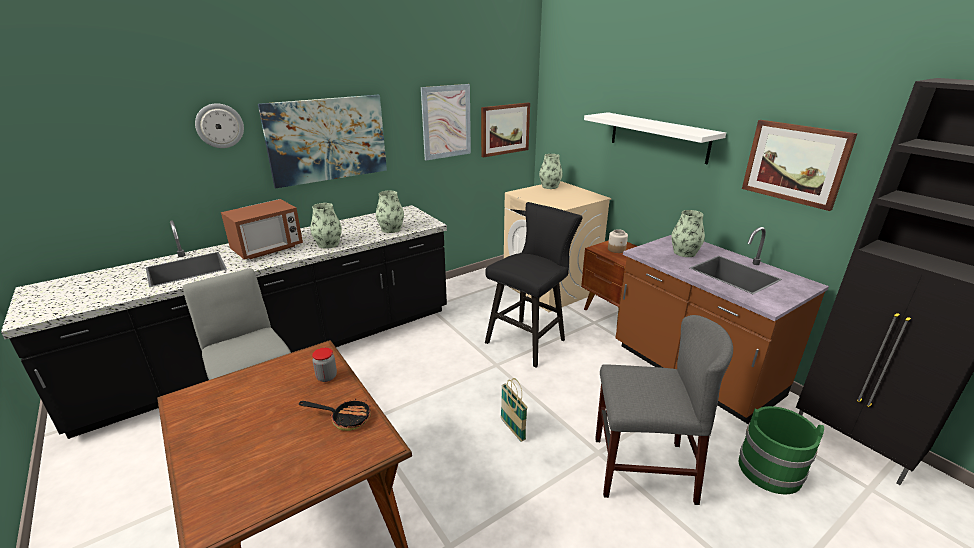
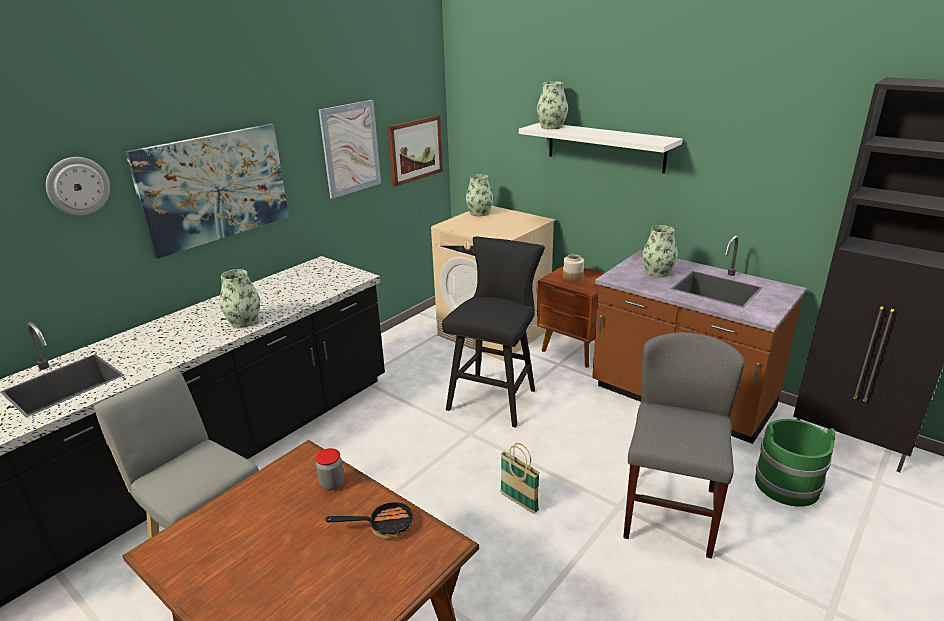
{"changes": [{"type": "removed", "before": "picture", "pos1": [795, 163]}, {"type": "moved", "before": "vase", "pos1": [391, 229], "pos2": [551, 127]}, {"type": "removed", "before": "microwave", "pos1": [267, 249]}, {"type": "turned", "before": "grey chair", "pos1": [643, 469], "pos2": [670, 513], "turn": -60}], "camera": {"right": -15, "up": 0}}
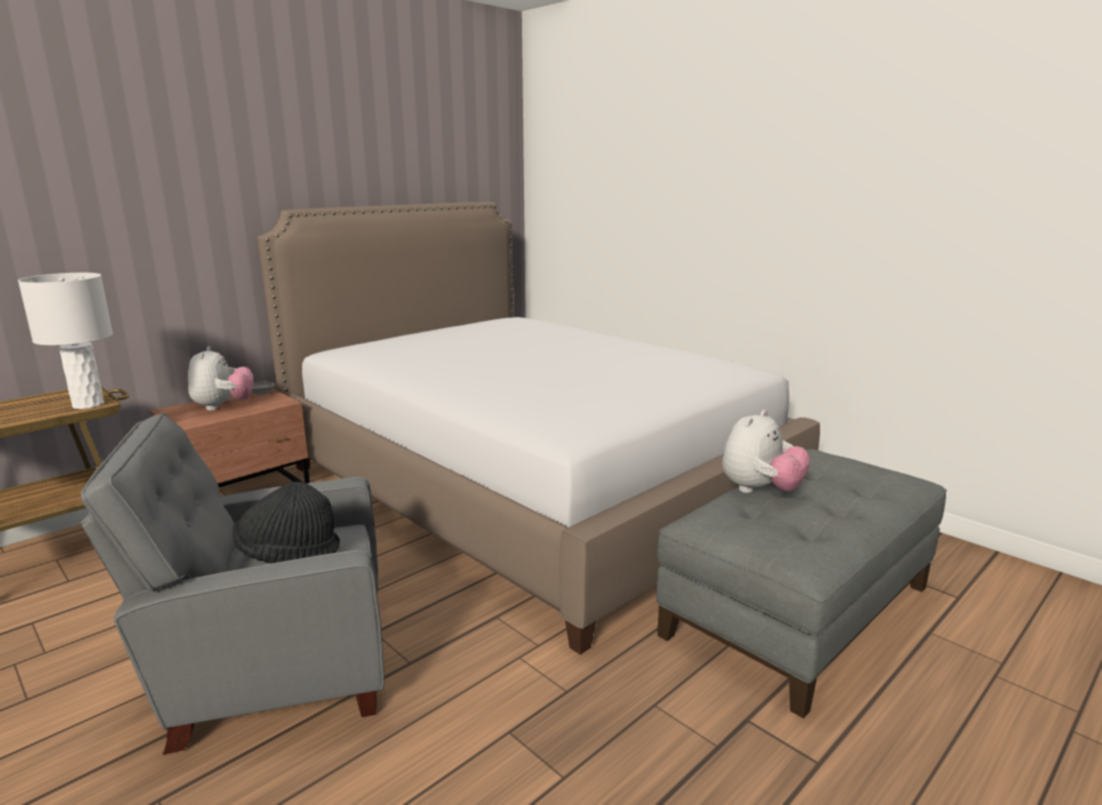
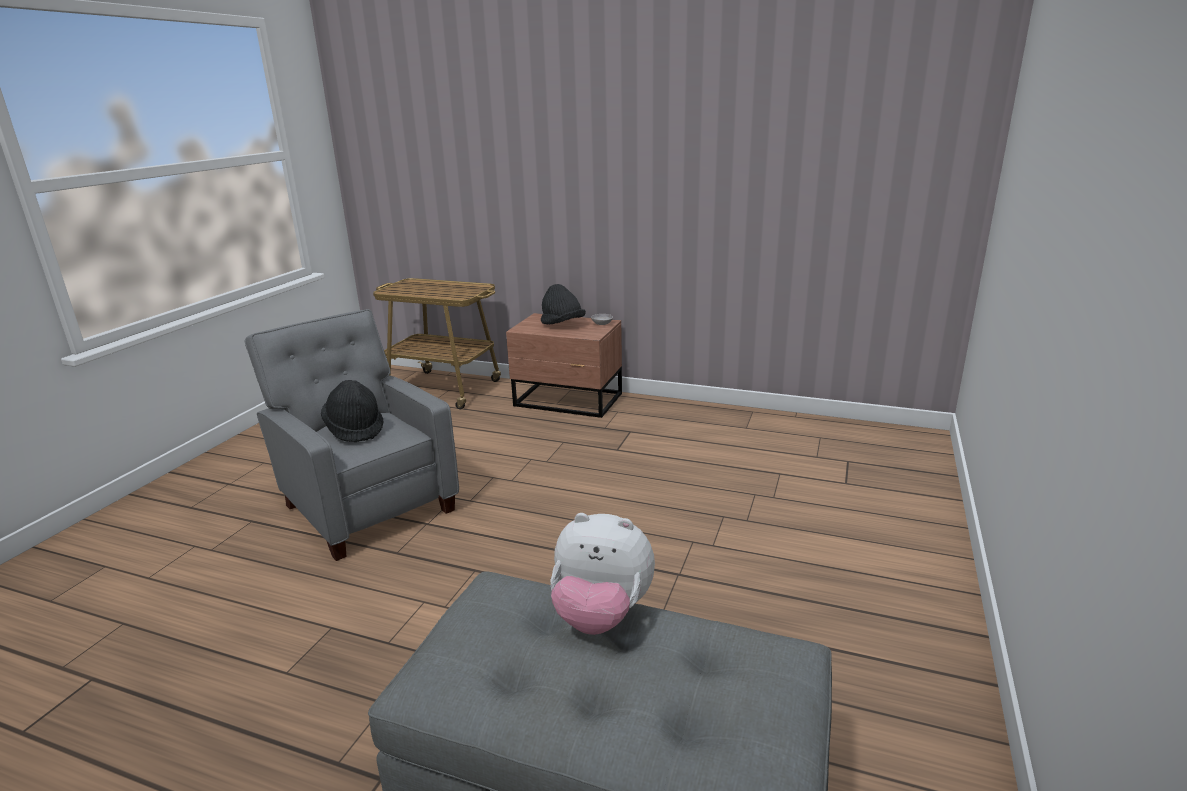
{"changes": [{"type": "removed", "before": "bed", "pos1": [530, 487]}, {"type": "removed", "before": "white table lamp", "pos1": [88, 405]}, {"type": "replaced", "before": "plush toy", "after": "black hat", "pos1": [223, 406], "pos2": [562, 325]}], "camera": {"right": 65, "up": 5}}
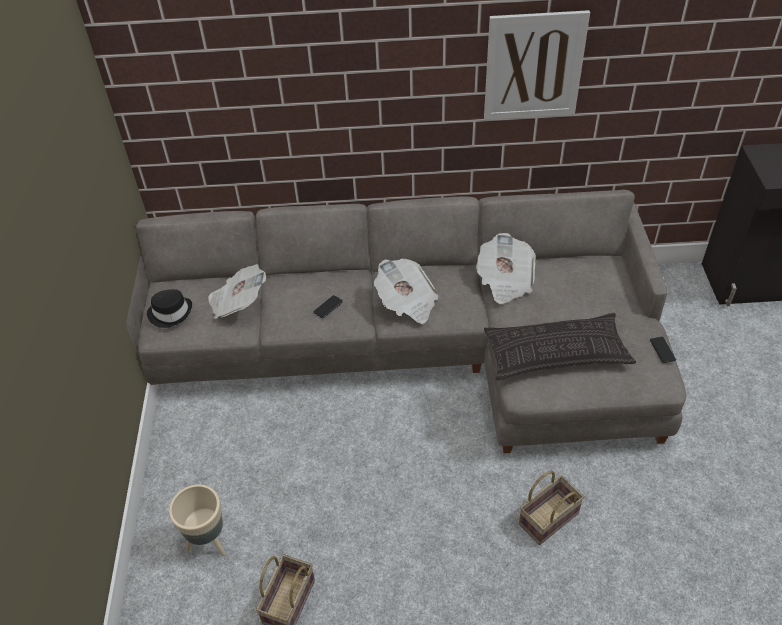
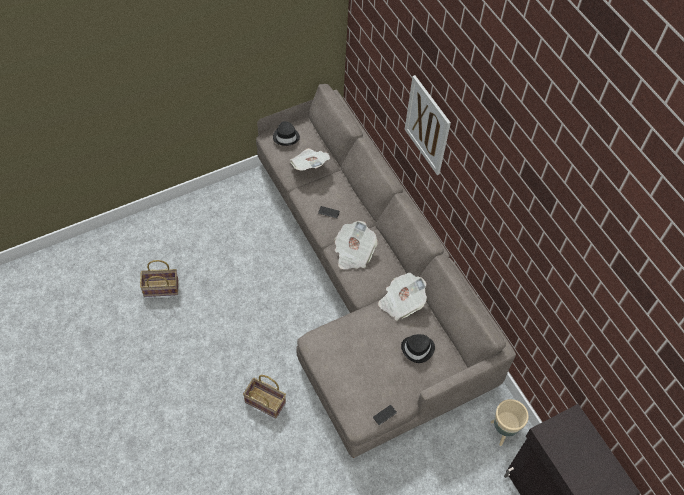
{"changes": [{"type": "moved", "before": "picture", "pos1": [533, 66], "pos2": [427, 125]}, {"type": "removed", "before": "pillow", "pos1": [556, 353]}, {"type": "moved", "before": "beige planter", "pos1": [208, 542], "pos2": [502, 431]}, {"type": "added", "after": "black hat", "pos2": [418, 349]}], "camera": {"right": 60, "up": 10}}
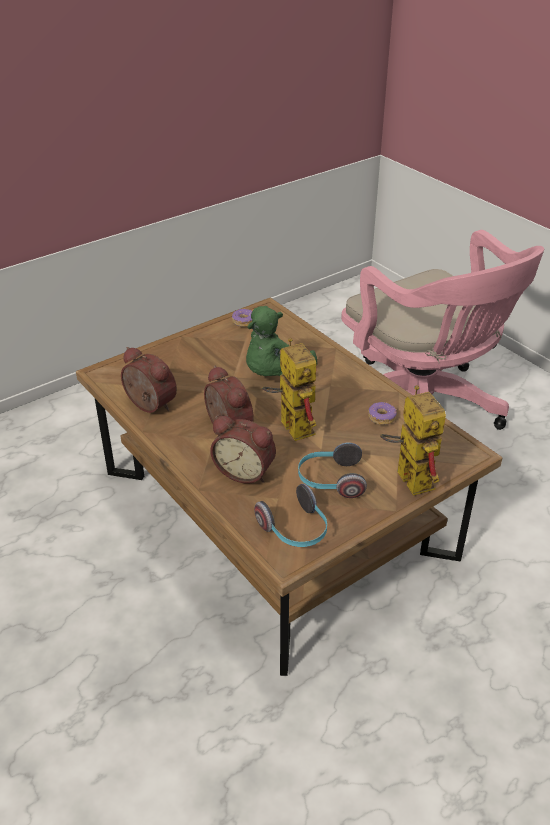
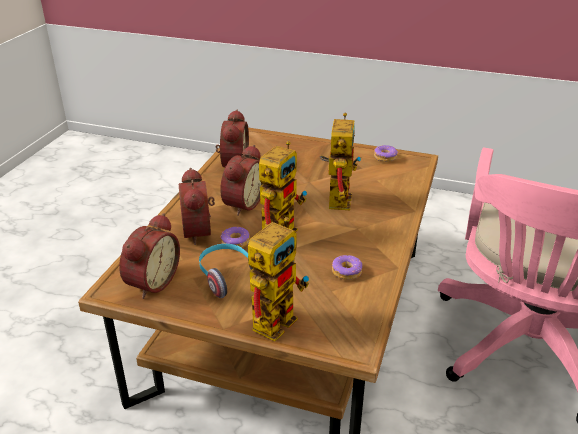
{"changes": [{"type": "replaced", "before": "green plush toy", "after": "toy robot", "pos1": [274, 374], "pos2": [337, 197]}, {"type": "replaced", "before": "headphones", "after": "alarm clock", "pos1": [295, 530], "pos2": [150, 282]}, {"type": "added", "after": "donut", "pos2": [235, 242]}], "camera": {"right": 55, "up": -5}}
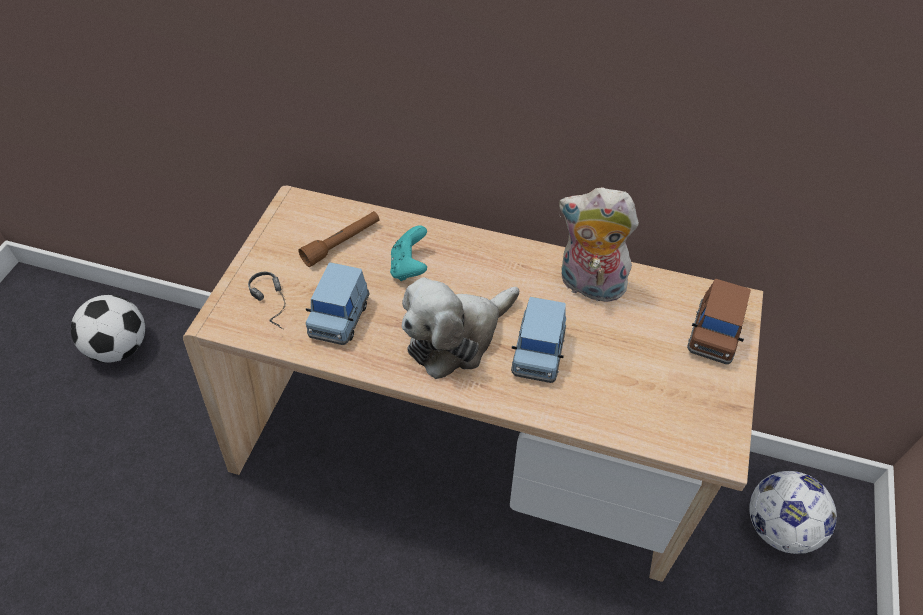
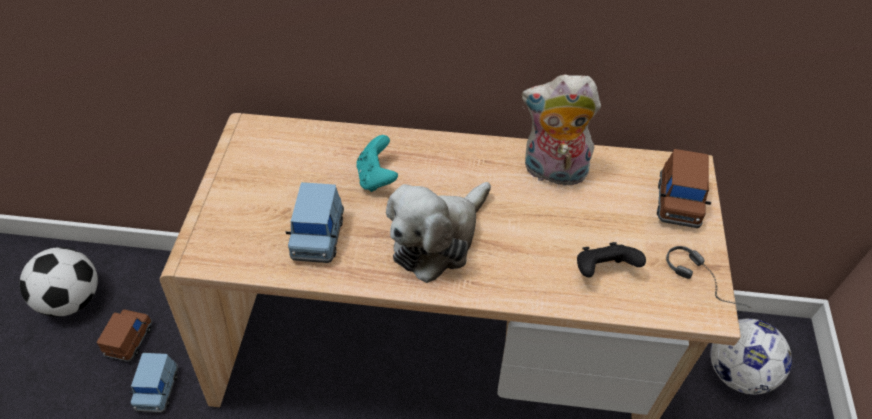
{"changes": [{"type": "removed", "before": "brown flashlight", "pos1": [342, 243]}, {"type": "moved", "before": "headphones", "pos1": [277, 306], "pos2": [707, 282]}, {"type": "moved", "before": "blue toy car", "pos1": [538, 353], "pos2": [158, 389]}, {"type": "added", "after": "black game controller", "pos2": [603, 270]}, {"type": "added", "after": "brown toy car", "pos2": [130, 340]}], "camera": {"right": -10, "up": 0}}
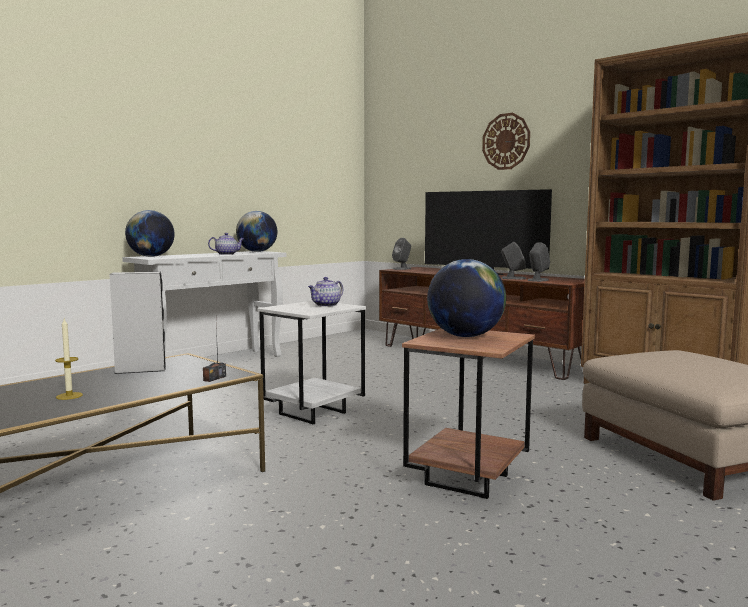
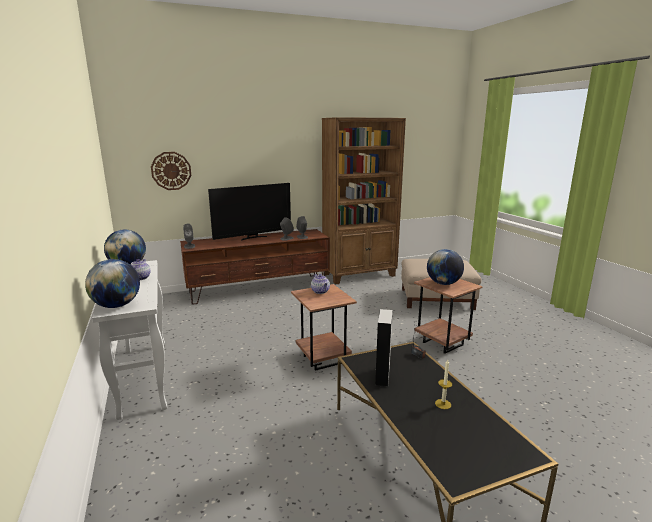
{"changes": [{"type": "moved", "before": "wall clock", "pos1": [506, 141], "pos2": [171, 171]}, {"type": "recoloured", "before": "white side table", "after": "brown side table", "pos1": [314, 414], "pos2": [324, 359]}], "camera": {"right": -65, "up": 10}}
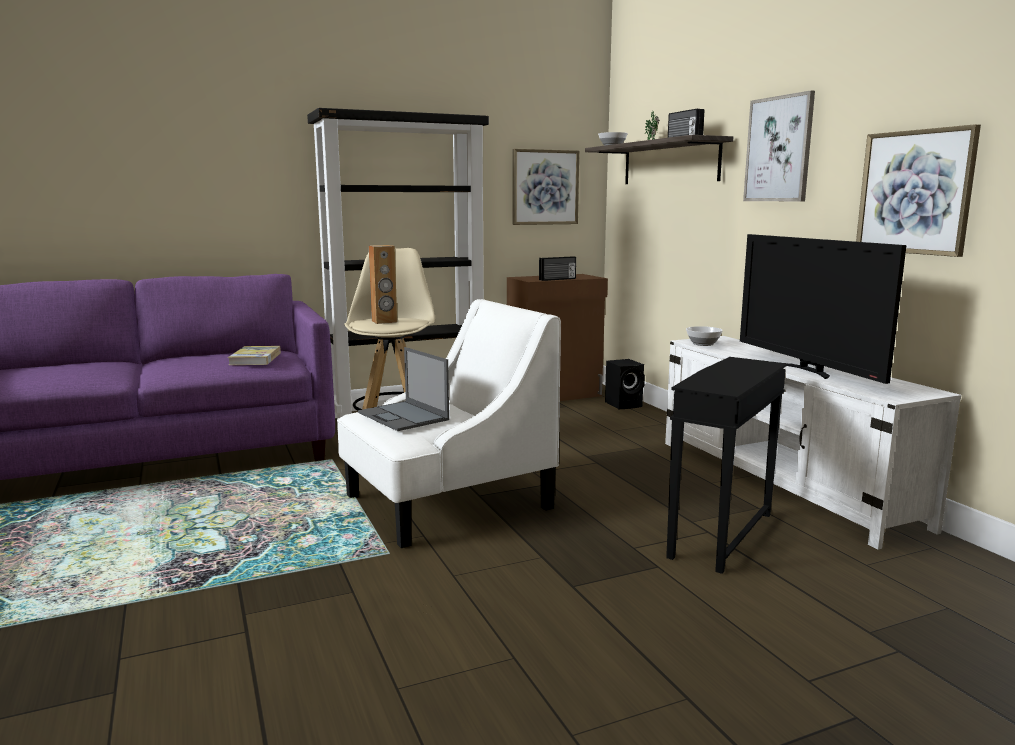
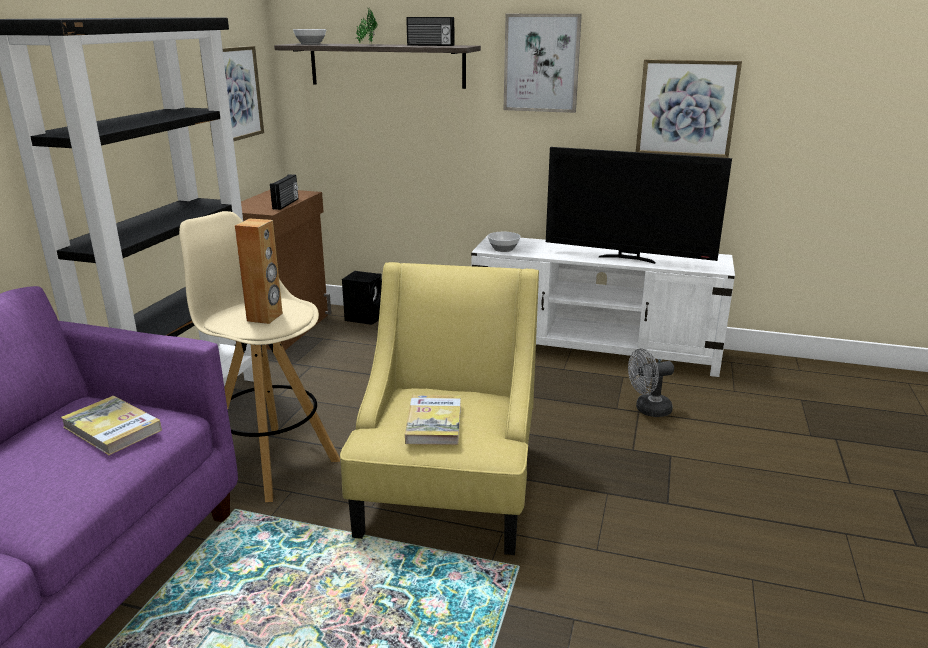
{"changes": [{"type": "recoloured", "before": "white armchair", "after": "yellow armchair", "pos1": [447, 502], "pos2": [448, 489]}, {"type": "replaced", "before": "laptop", "after": "book", "pos1": [404, 416], "pos2": [434, 423]}, {"type": "replaced", "before": "black side table", "after": "grey fan", "pos1": [720, 535], "pos2": [648, 410]}], "camera": {"right": -50, "up": 10}}
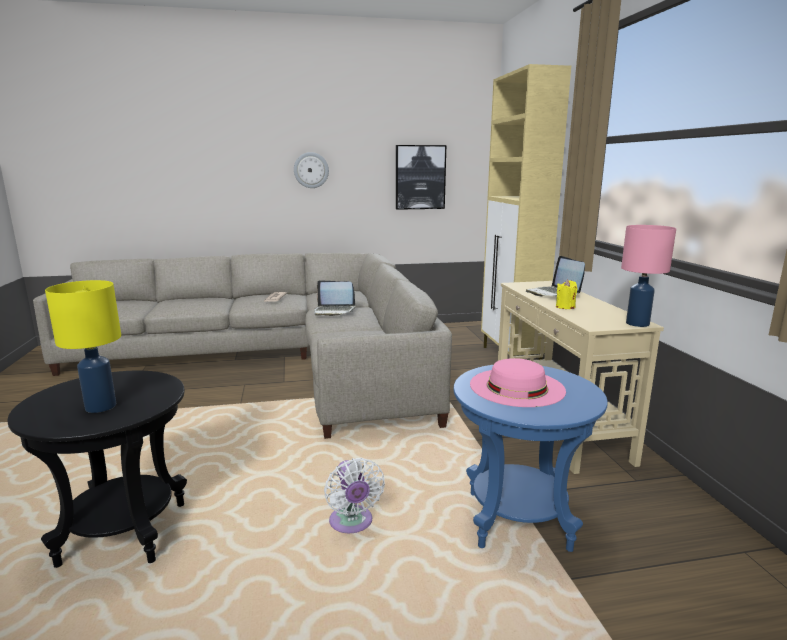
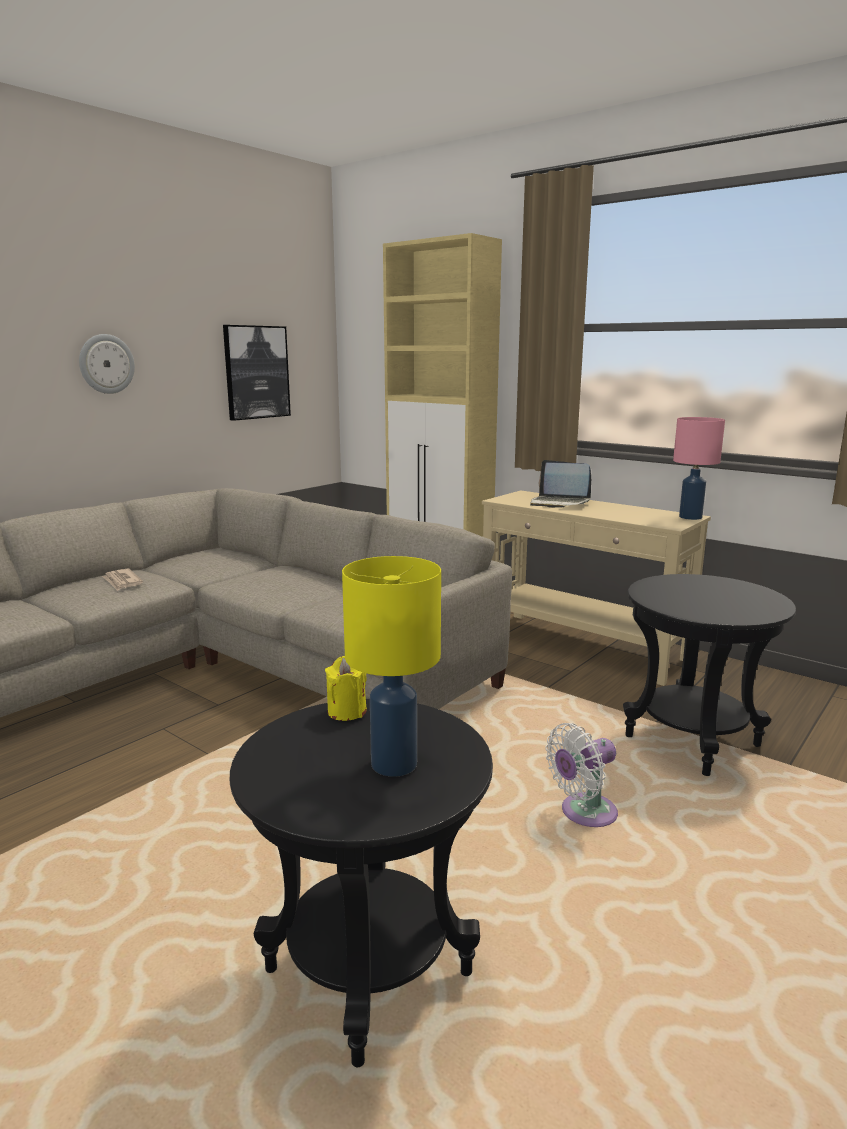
{"changes": [{"type": "removed", "before": "laptop", "pos1": [334, 311]}, {"type": "moved", "before": "yellow candle", "pos1": [565, 307], "pos2": [347, 711]}, {"type": "removed", "before": "pink hat", "pos1": [517, 387]}, {"type": "recoloured", "before": "blue side table", "after": "black side table", "pos1": [518, 520], "pos2": [692, 741]}, {"type": "turned", "before": "white fan", "pos1": [352, 523], "pos2": [583, 814], "turn": 120}], "camera": {"right": -40, "up": 0}}
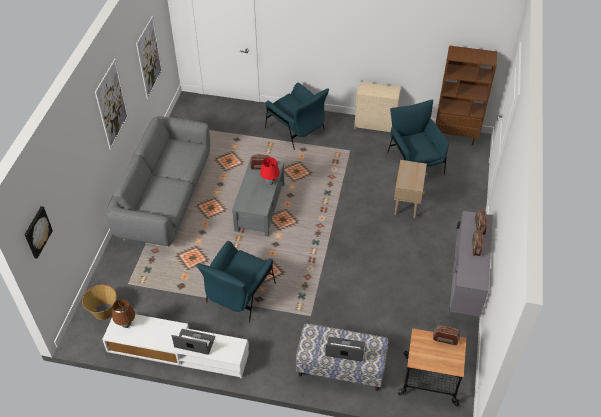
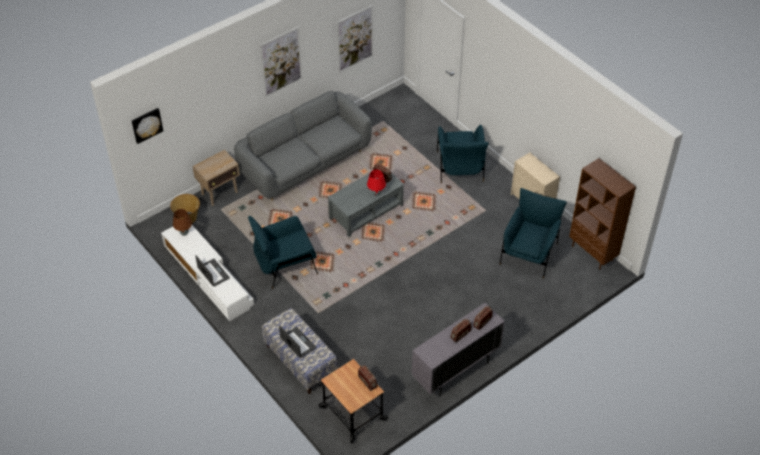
{"changes": [{"type": "moved", "before": "beige side table", "pos1": [406, 204], "pos2": [220, 193]}], "camera": {"right": 40, "up": 0}}
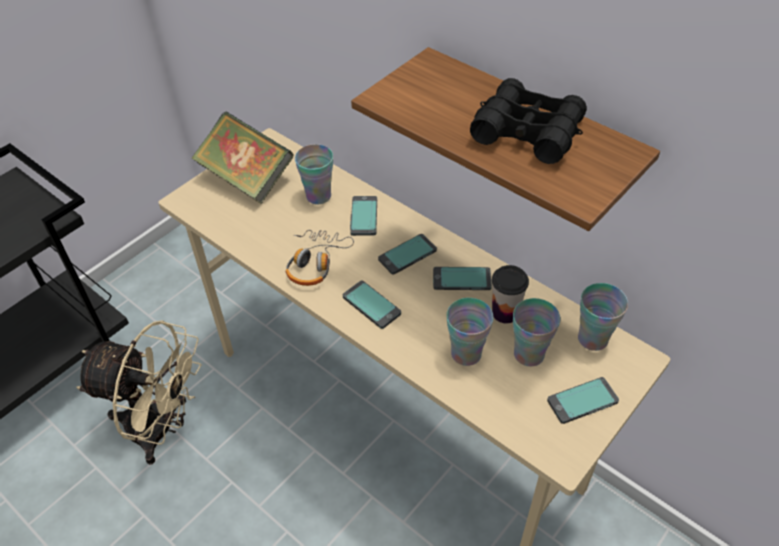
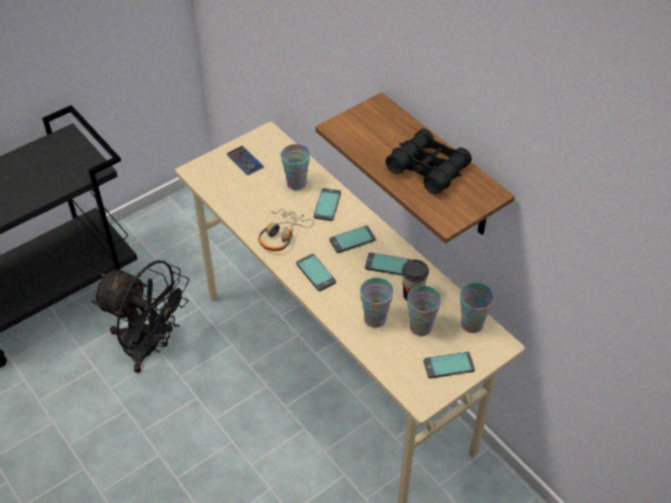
{"changes": [{"type": "replaced", "before": "book", "after": "phone", "pos1": [247, 178], "pos2": [245, 161]}, {"type": "recoloured", "before": "beige fan", "after": "black fan", "pos1": [162, 429], "pos2": [150, 348]}], "camera": {"right": 10, "up": 0}}
